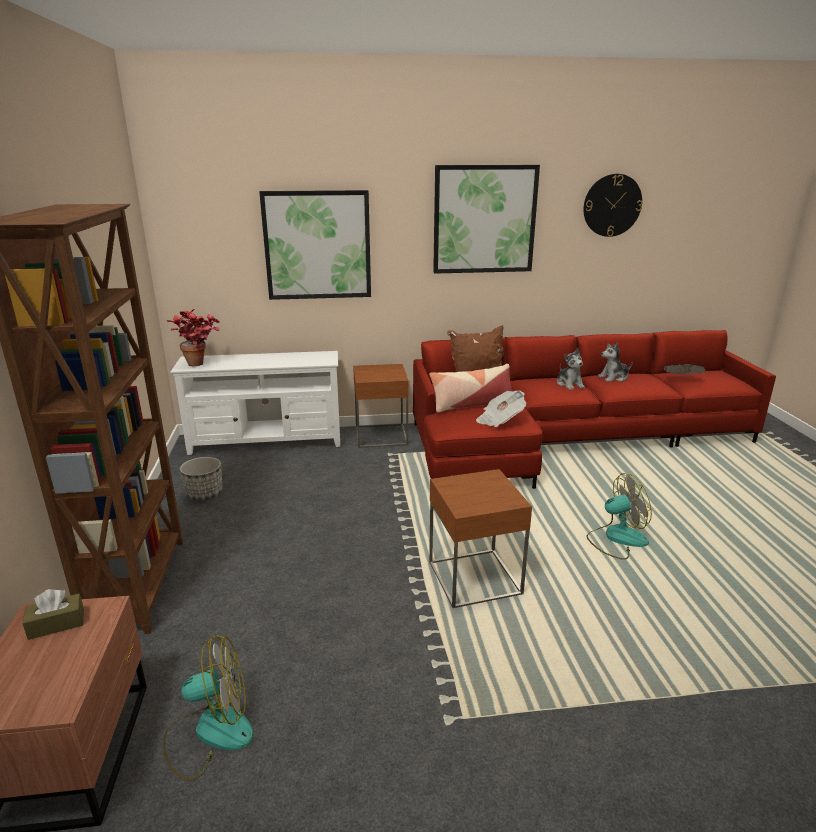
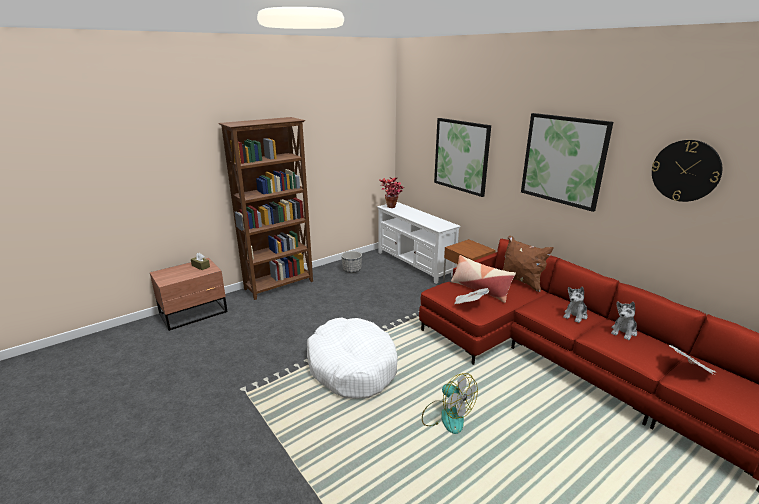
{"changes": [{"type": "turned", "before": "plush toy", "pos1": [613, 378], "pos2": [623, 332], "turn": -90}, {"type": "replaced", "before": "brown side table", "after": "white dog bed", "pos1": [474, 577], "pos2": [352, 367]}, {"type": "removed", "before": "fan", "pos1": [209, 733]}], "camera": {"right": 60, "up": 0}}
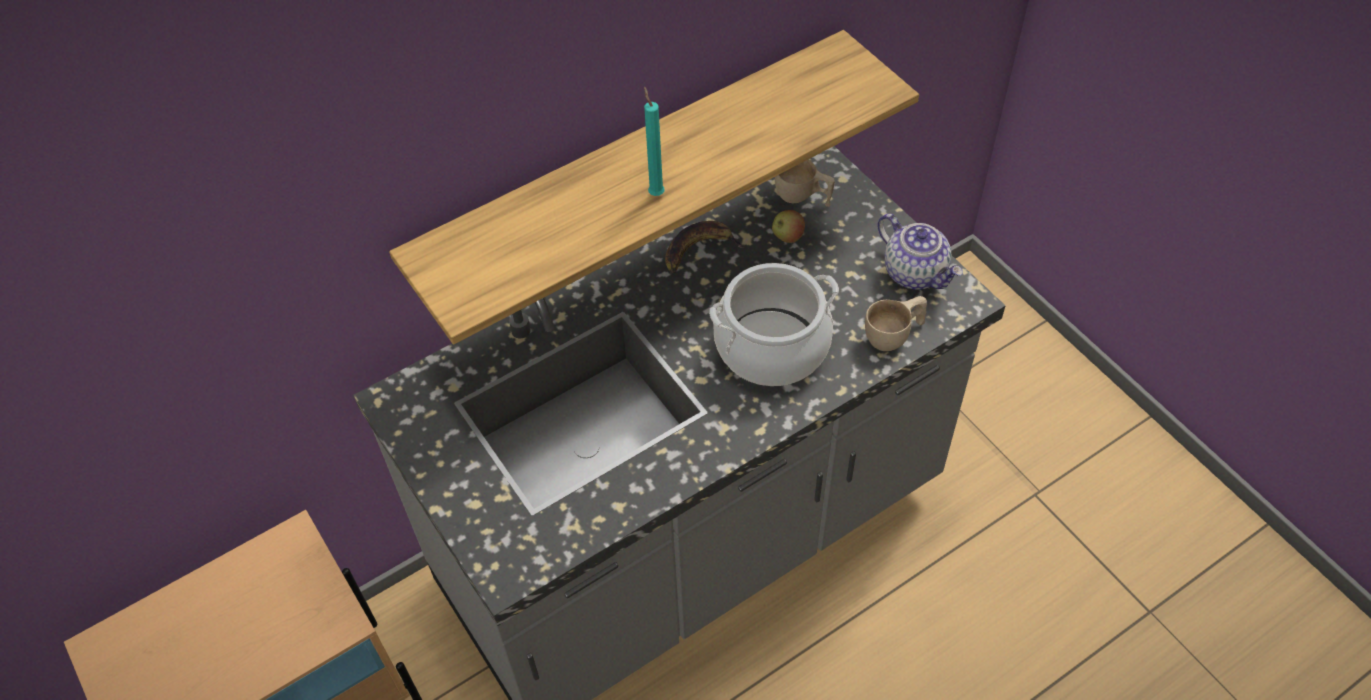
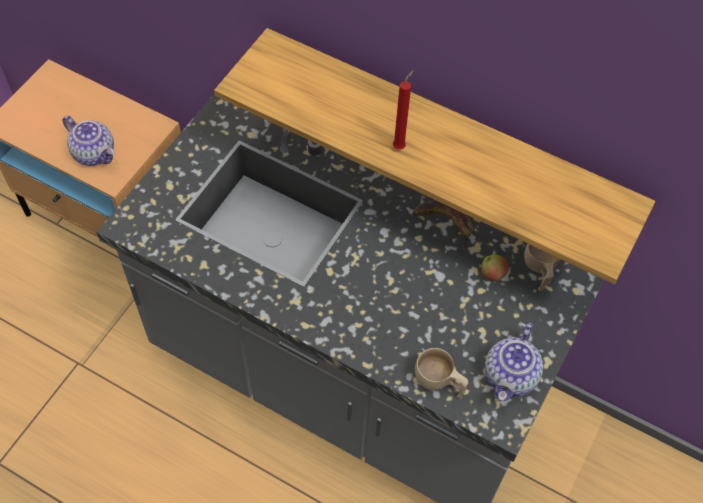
{"changes": [{"type": "recoloured", "before": "turquoise candle", "after": "red candle", "pos1": [655, 193], "pos2": [400, 146]}, {"type": "removed", "before": "cooking pot", "pos1": [771, 346]}, {"type": "added", "after": "teapot", "pos2": [95, 153]}], "camera": {"right": 60, "up": 5}}
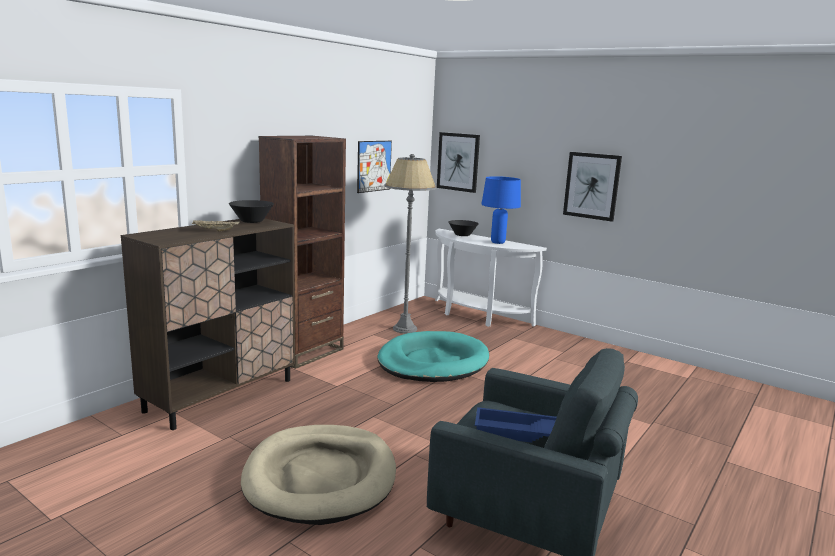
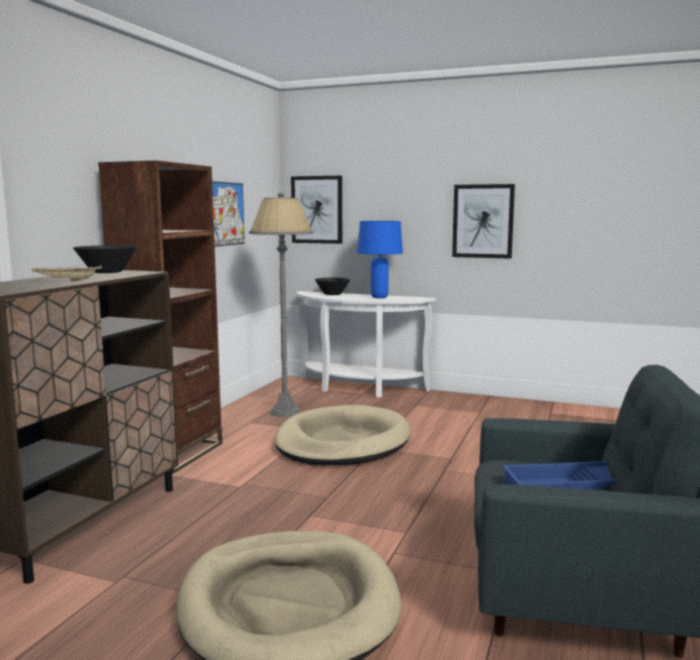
{"changes": [{"type": "recoloured", "before": "turquoise dog bed", "after": "beige dog bed", "pos1": [433, 362], "pos2": [342, 442]}], "camera": {"right": -15, "up": -5}}
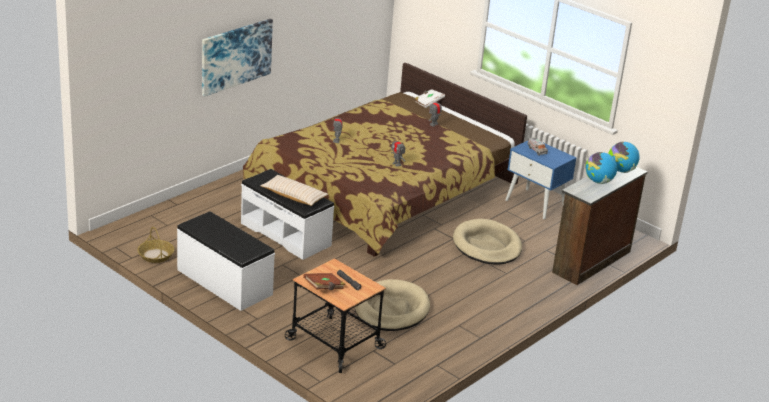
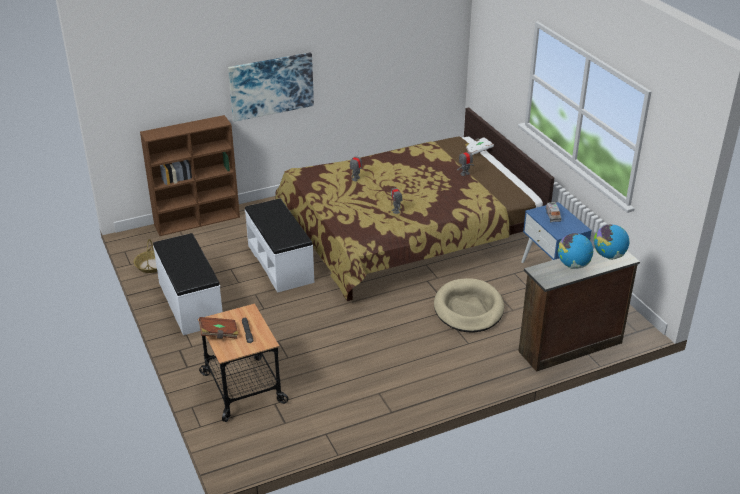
{"changes": [{"type": "removed", "before": "beige pillow", "pos1": [293, 196]}, {"type": "removed", "before": "beige dog bed", "pos1": [391, 309]}, {"type": "added", "after": "brown bookcase", "pos2": [198, 221]}], "camera": {"right": 25, "up": 5}}
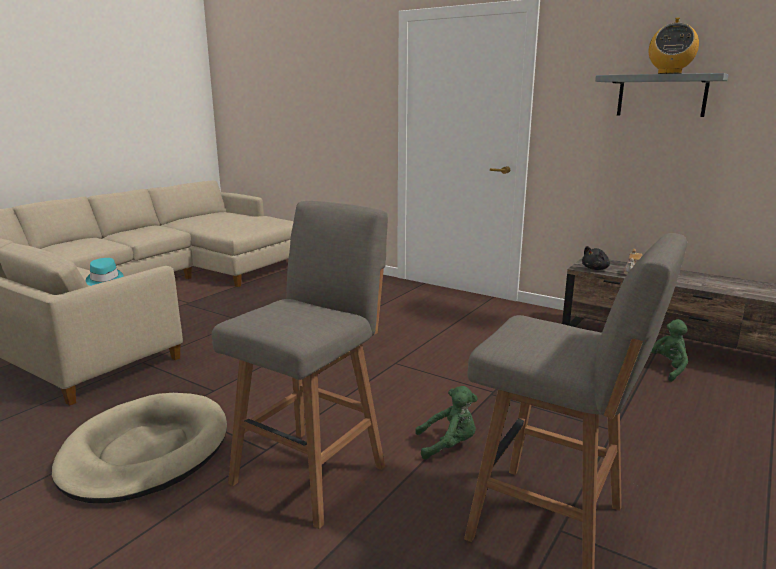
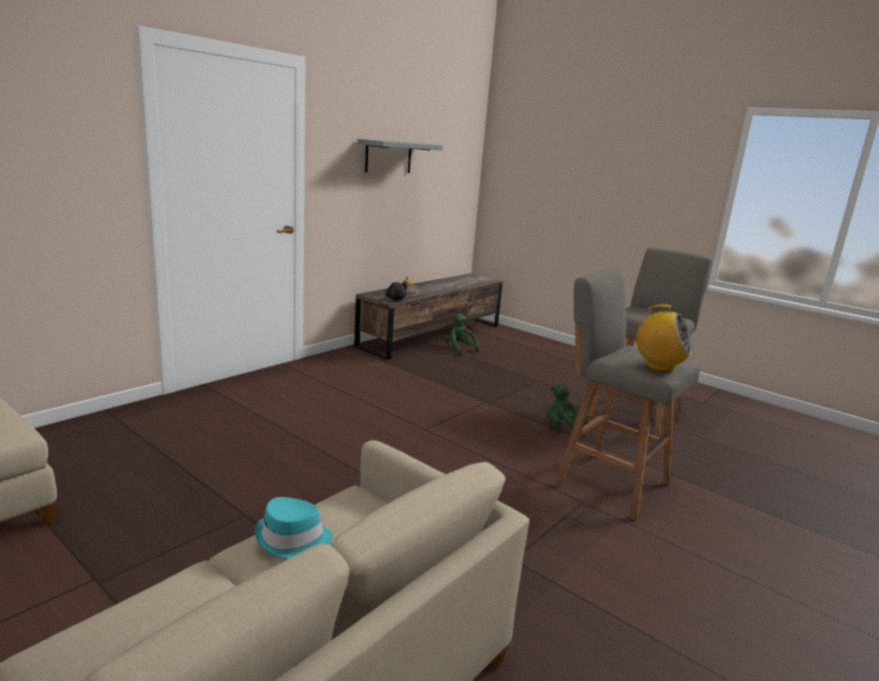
{"changes": [{"type": "moved", "before": "radio", "pos1": [669, 73], "pos2": [658, 367]}, {"type": "turned", "before": "green plush toy", "pos1": [448, 445], "pos2": [562, 429], "turn": -75}, {"type": "removed", "before": "beige dog bed", "pos1": [145, 451]}], "camera": {"right": -85, "up": 0}}
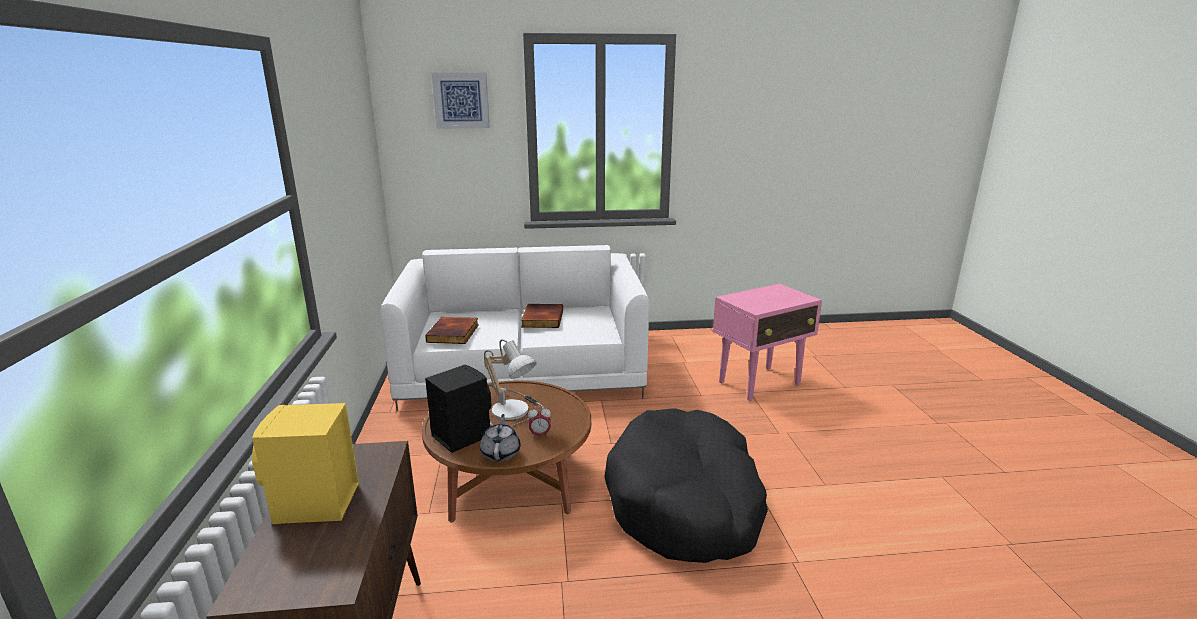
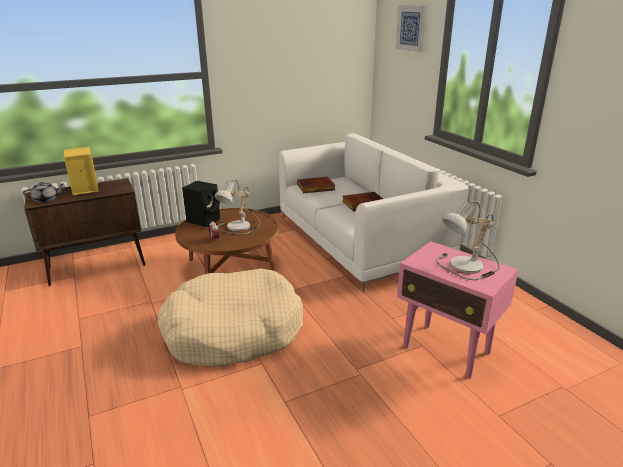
{"changes": [{"type": "recoloured", "before": "black dog bed", "after": "beige dog bed", "pos1": [685, 502], "pos2": [233, 331]}, {"type": "moved", "before": "grey teapot", "pos1": [501, 452], "pos2": [46, 200]}, {"type": "added", "after": "table lamp", "pos2": [467, 267]}], "camera": {"right": 70, "up": 5}}
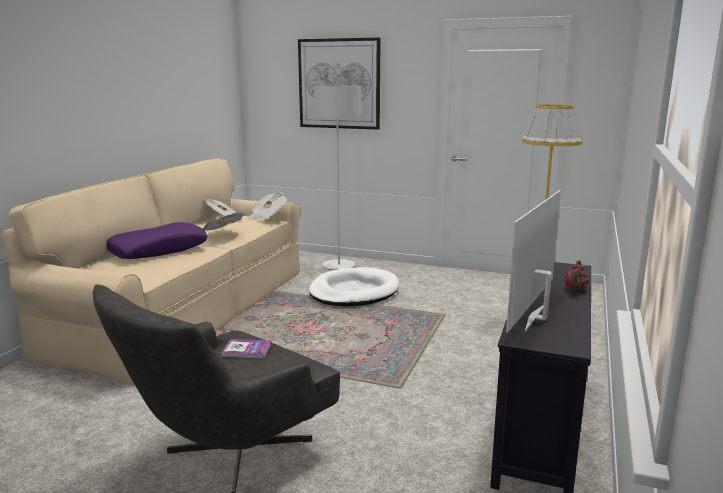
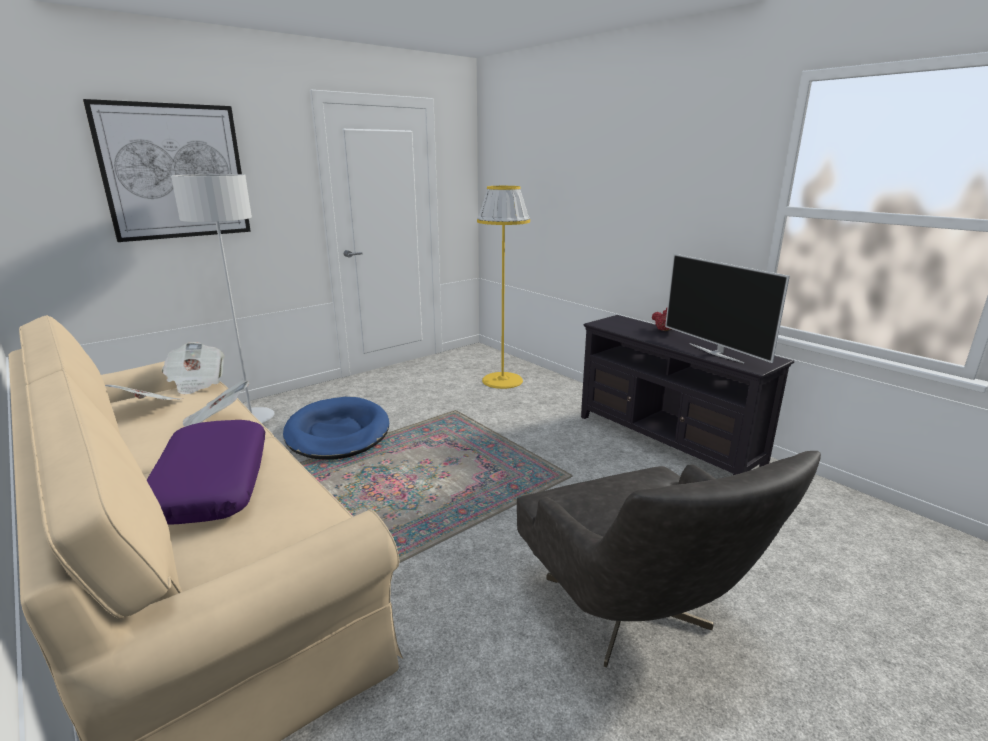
{"changes": [{"type": "recoloured", "before": "white dog bed", "after": "blue dog bed", "pos1": [353, 292], "pos2": [338, 433]}, {"type": "removed", "before": "book", "pos1": [246, 350]}], "camera": {"right": -60, "up": 5}}
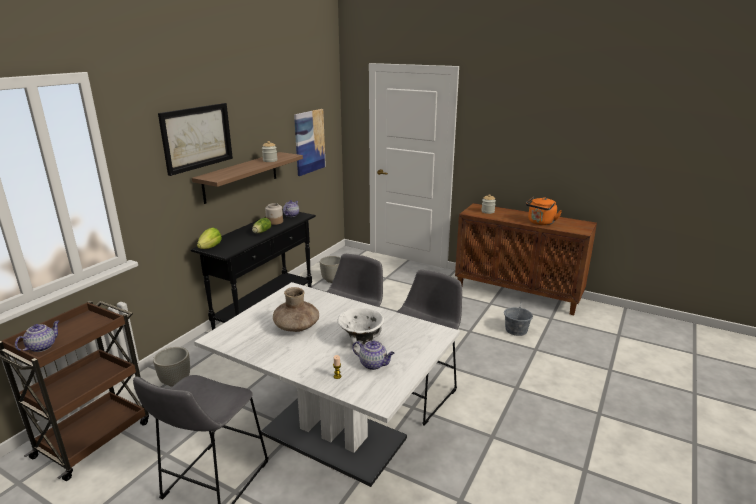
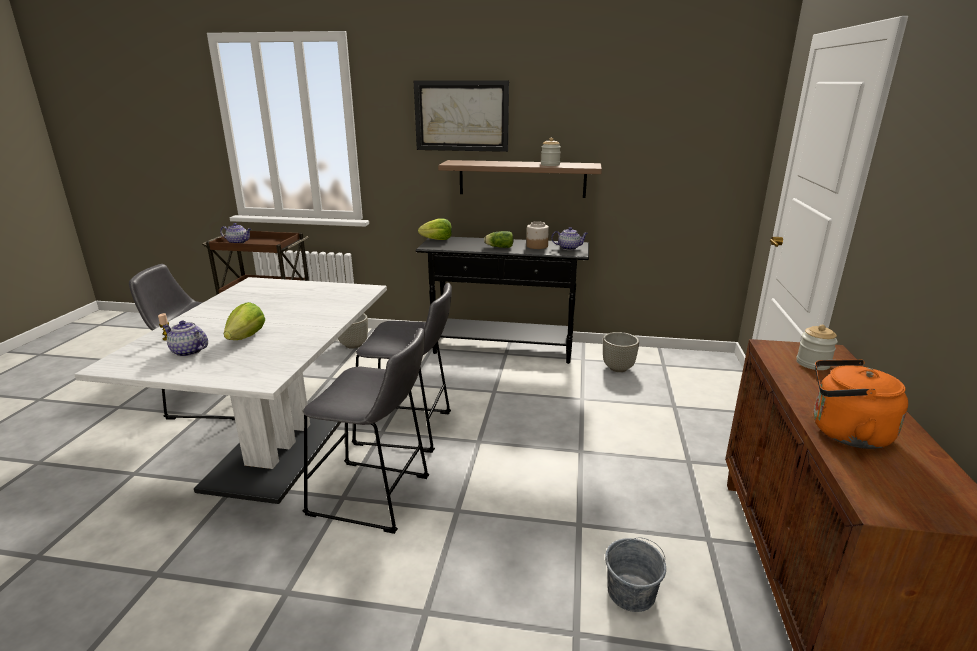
{"changes": [{"type": "removed", "before": "picture", "pos1": [309, 141]}, {"type": "removed", "before": "brown vase", "pos1": [296, 327]}, {"type": "replaced", "before": "white bowl", "after": "lettuce", "pos1": [361, 340], "pos2": [246, 337]}, {"type": "turned", "before": "teapot", "pos1": [374, 364], "pos2": [188, 351], "turn": 105}], "camera": {"right": 70, "up": 0}}
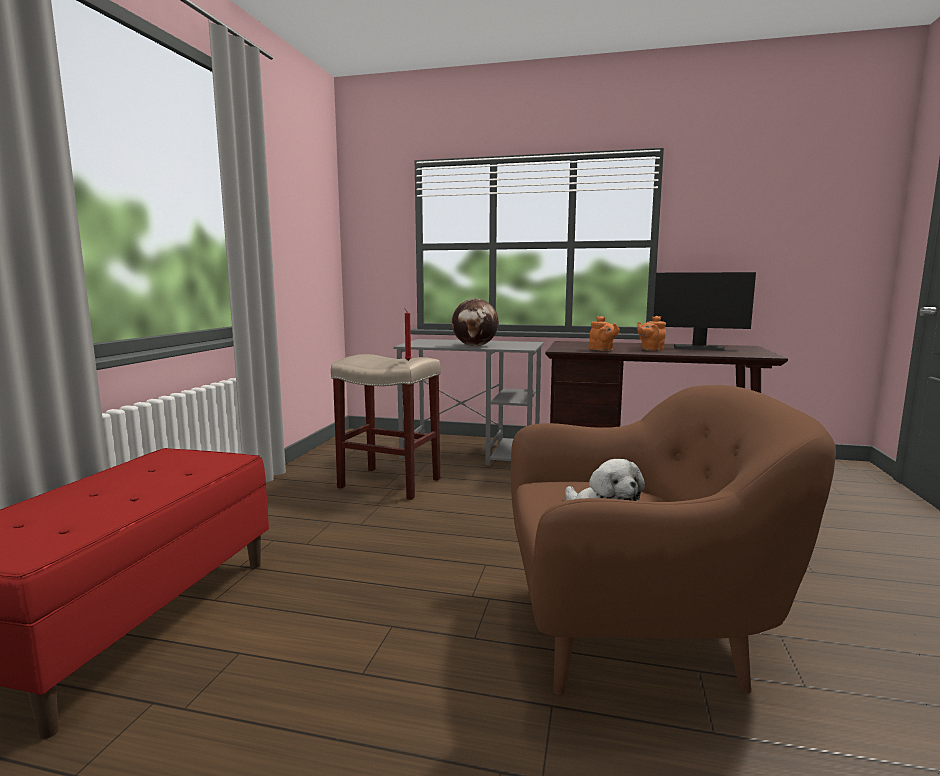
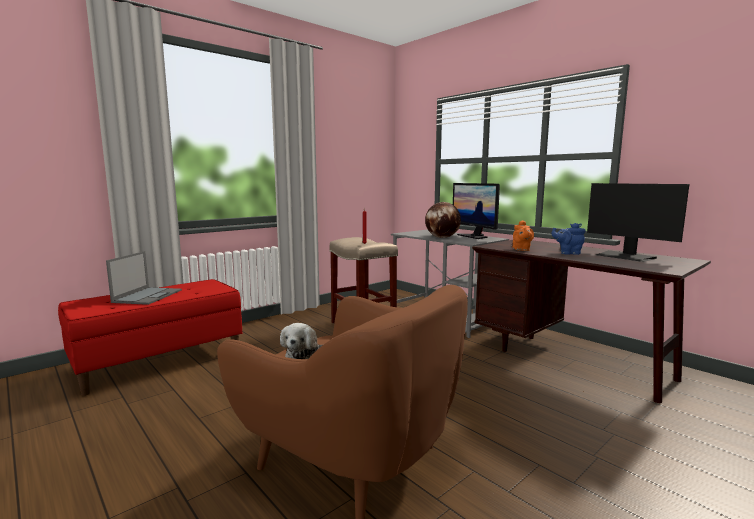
{"changes": [{"type": "recoloured", "before": "orange teapot", "after": "blue teapot", "pos1": [650, 349], "pos2": [568, 253]}, {"type": "added", "after": "monitor", "pos2": [474, 236]}, {"type": "added", "after": "laptop", "pos2": [148, 296]}], "camera": {"right": 35, "up": 0}}
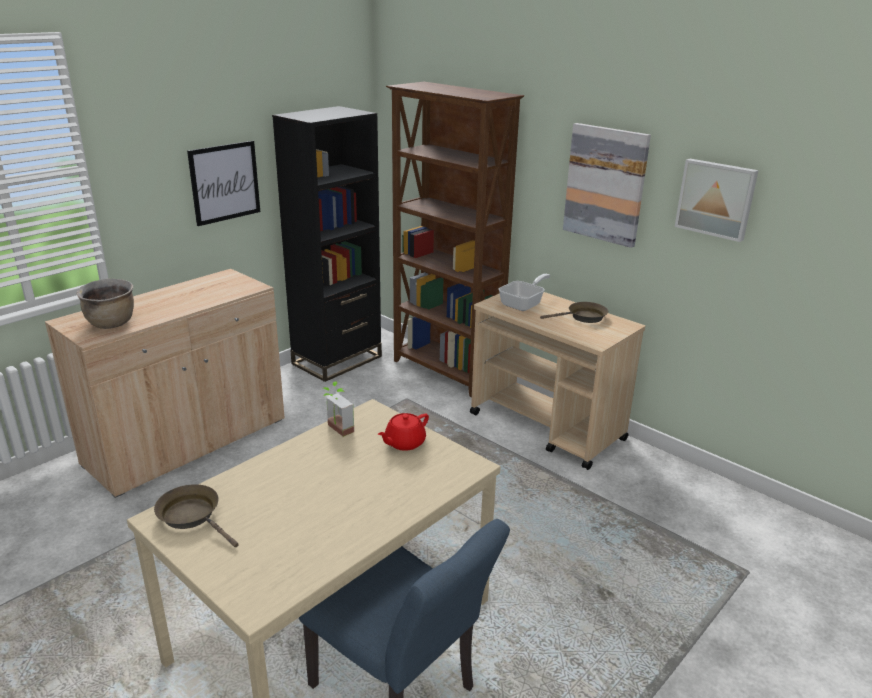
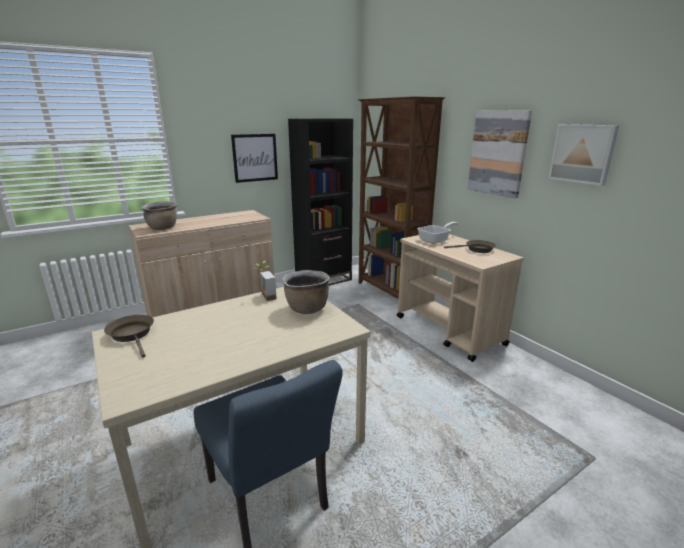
{"changes": [{"type": "replaced", "before": "red teapot", "after": "brown cooking pot", "pos1": [404, 443], "pos2": [306, 309]}], "camera": {"right": 15, "up": -5}}
